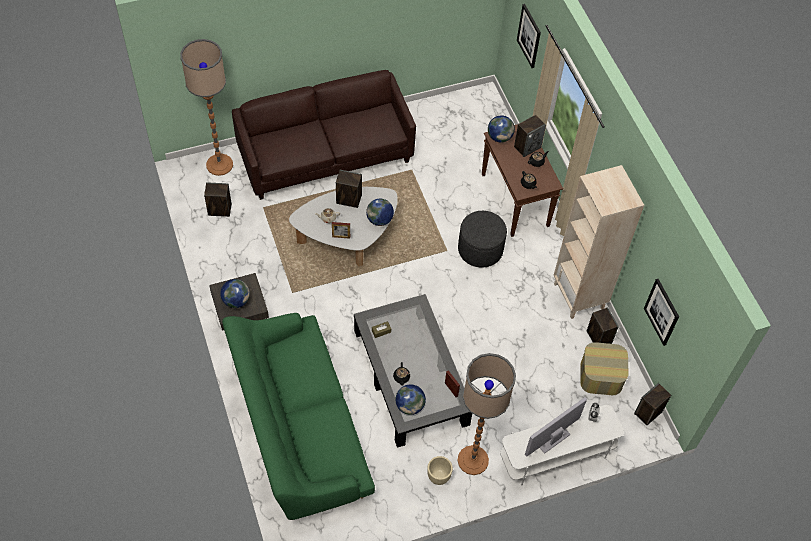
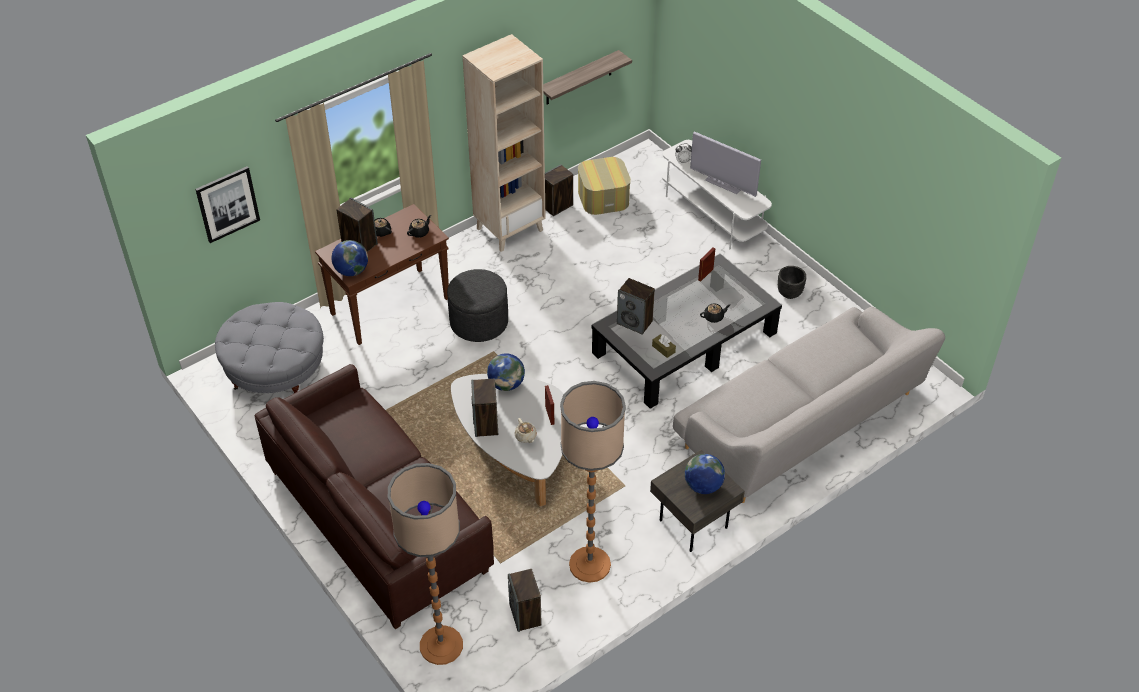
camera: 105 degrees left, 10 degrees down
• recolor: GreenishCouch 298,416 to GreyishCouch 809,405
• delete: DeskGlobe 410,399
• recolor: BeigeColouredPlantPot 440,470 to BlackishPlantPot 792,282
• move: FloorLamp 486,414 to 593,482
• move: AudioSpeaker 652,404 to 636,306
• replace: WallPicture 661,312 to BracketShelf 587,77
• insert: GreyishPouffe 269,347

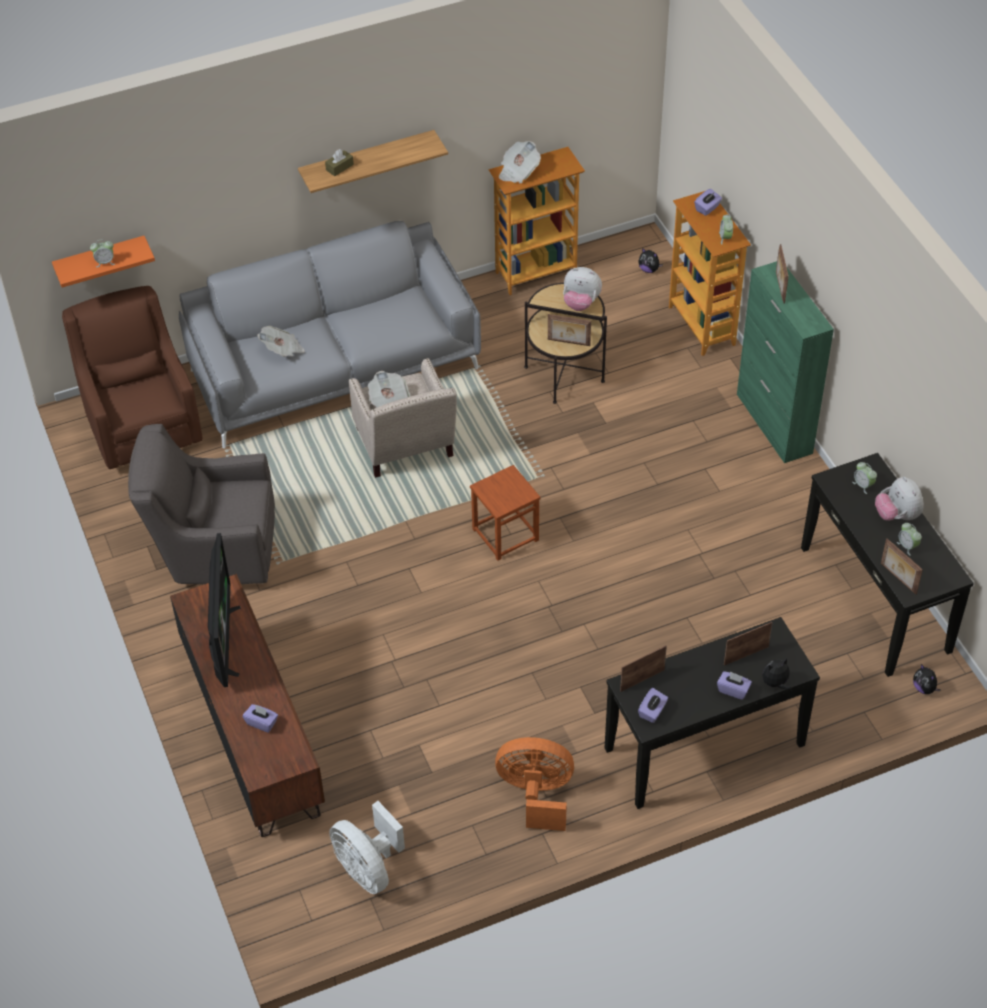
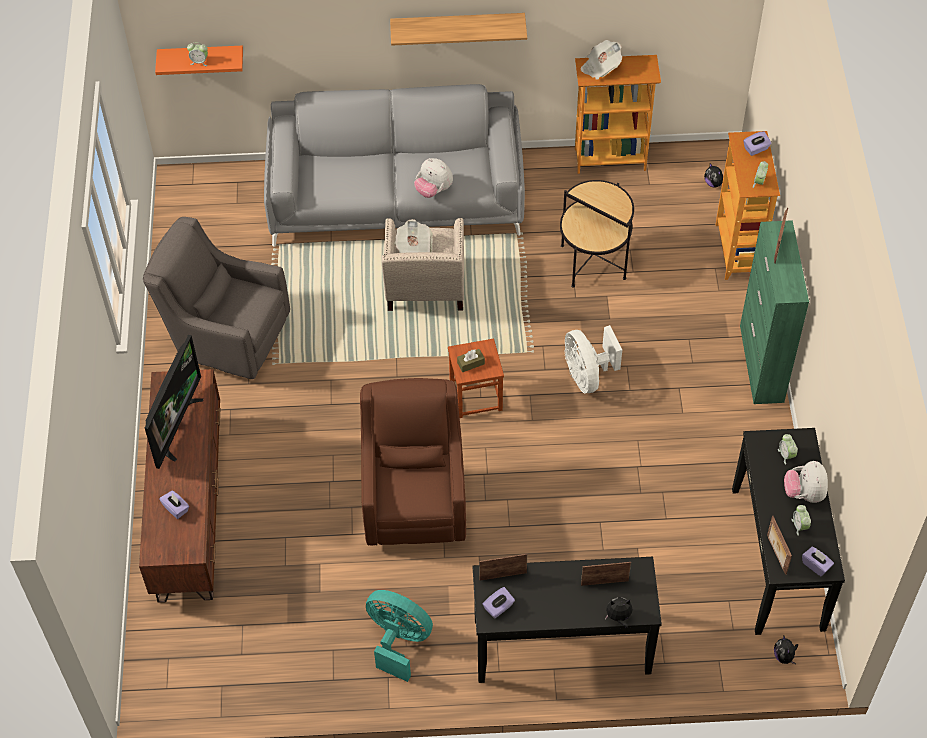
camera: 20 degrees right, 5 degrees up
• move: BrownishArmchair 132,377 to 413,461
• delete: PrintedPaper 281,341
• move: BrownishTissueHolder 339,162 to 471,360
• move: WhitishElectricFan 367,847 to 593,359
• recolor: OrangeElectricFan 534,784 to TurquoiseElectricFan 399,636
• delete: StandingFrame 569,330
• move: CuddlyToy 582,289 to 433,178
• move: PurpleColouredTissueHolder 734,685 to 818,561

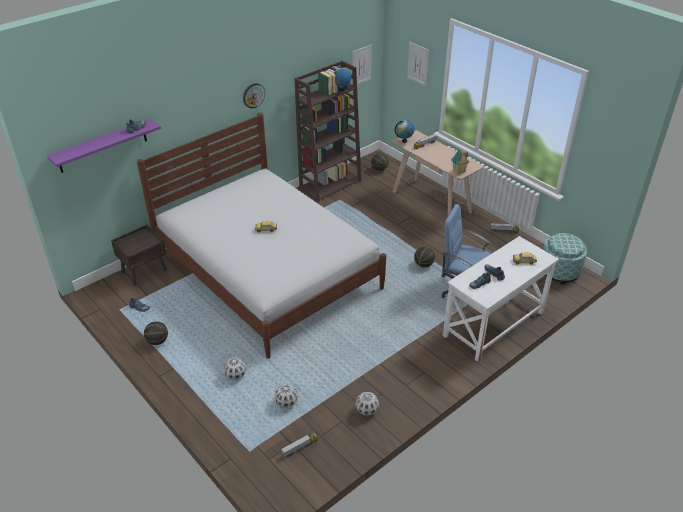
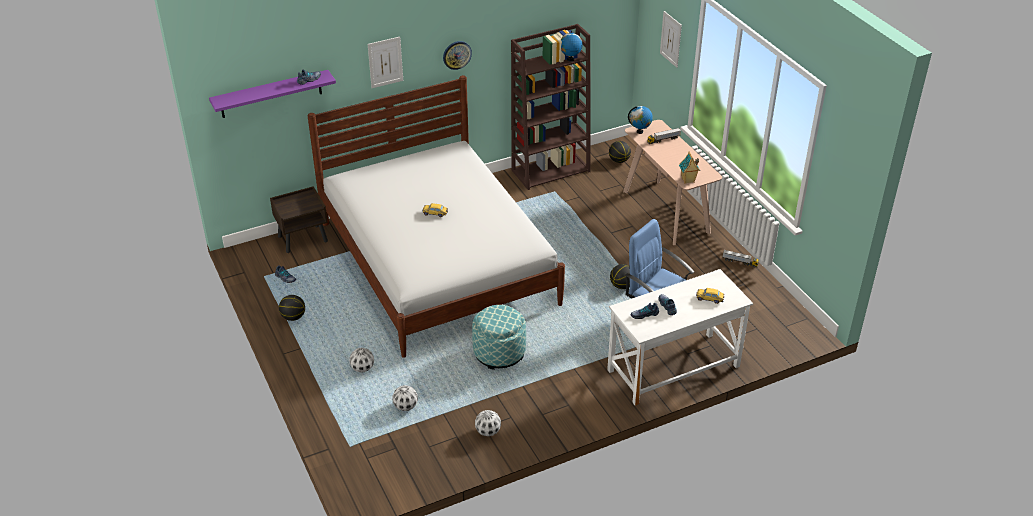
camera: 15 degrees right, 0 degrees up
• delete: ToyLorry 299,445
• move: WallPicture 362,65 to 385,62
• move: Pouffe 565,258 to 499,337

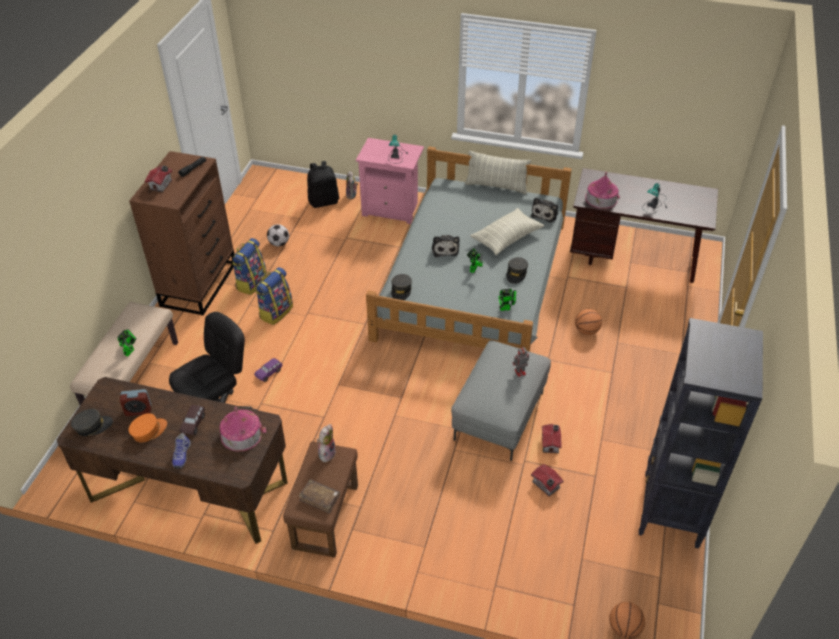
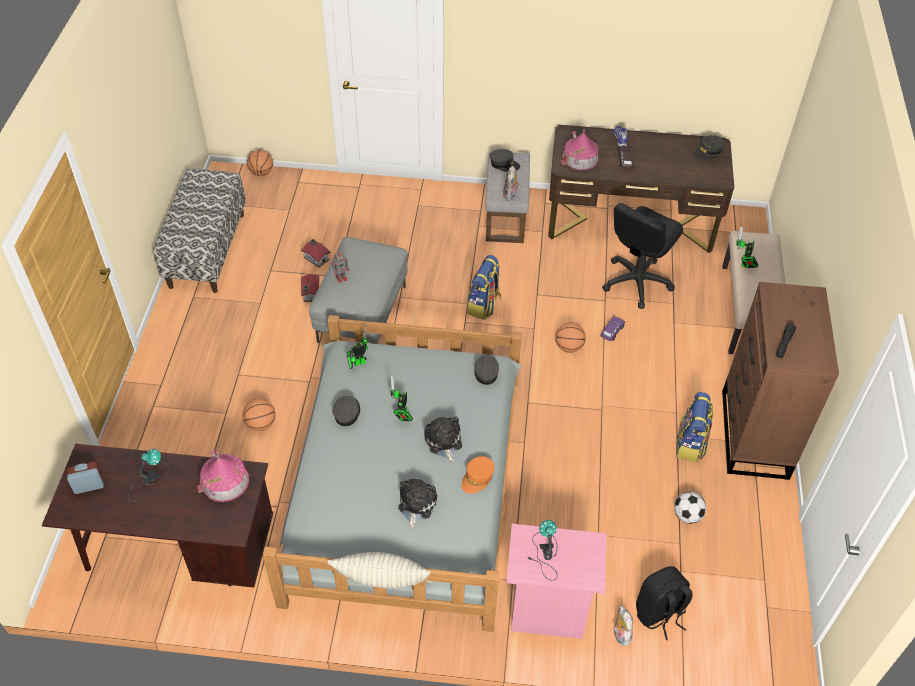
camera: 170 degrees right, 5 degrees up
• move: AlarmClock 135,402 to 85,478
• move: OrangeBaseballCap 147,428 to 478,475
• delete: MiniatureHouse 159,179
• move: Rucksack 274,296 to 484,287
• recolor: BrownishPouffe 320,499 to GreyishPouffe 507,197
• replace: BrownishBook 319,496 to GreyishBaseballCap 505,160
• delete: ThrowPillow 507,231
• move: CuddlyToy 544,209 to 417,503
• replace: BlackishBookcase 700,433 to LongSeat 199,231
• insert: BallForBasketball 570,337

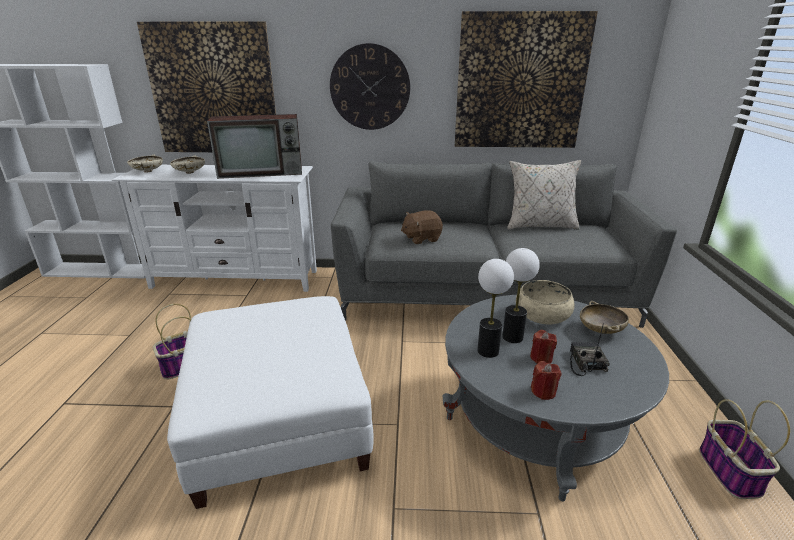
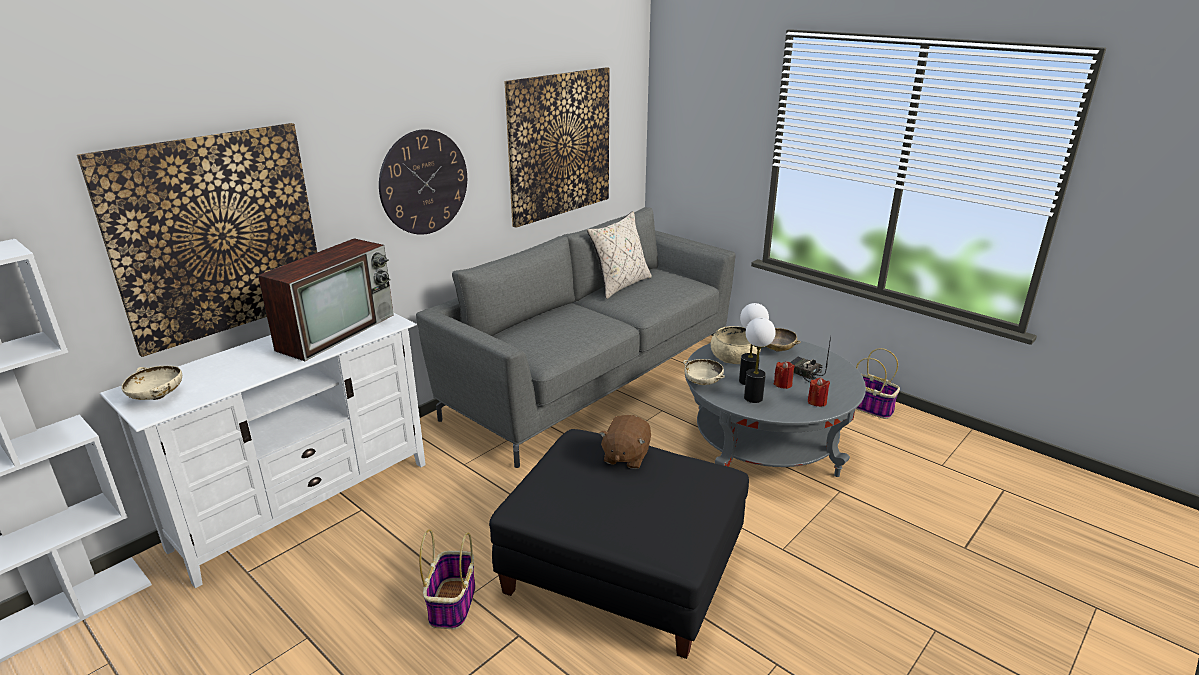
camera: 50 degrees left, 0 degrees up
• recolor: WhitishPouffe 270,402 to BlackishPouffe 619,544
• move: BeigeColouredBowl 187,165 to 704,372
• move: BrownishCuddlyToy 422,227 to 625,442

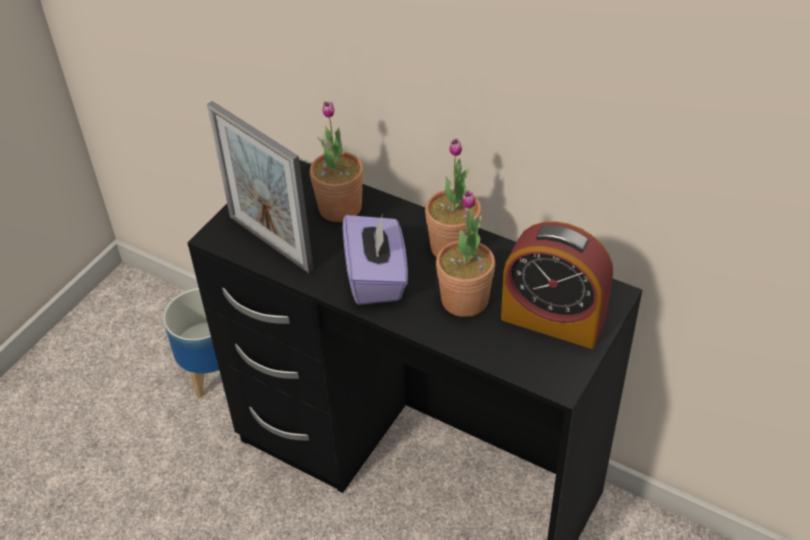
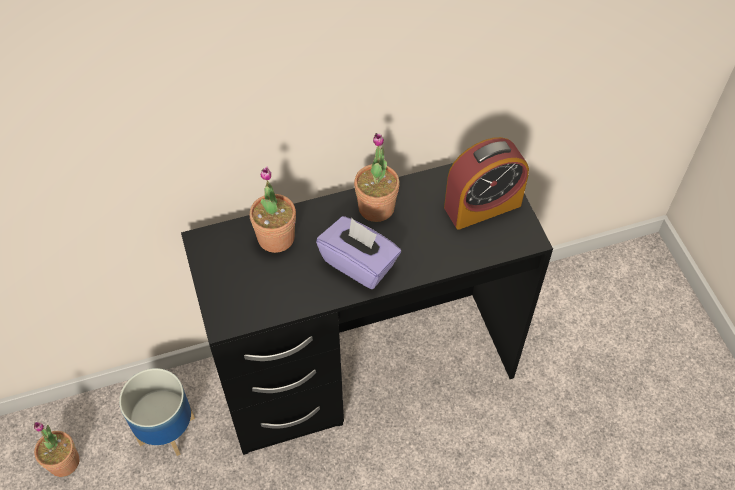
camera: 50 degrees left, 10 degrees up
• delete: StandingFrame 260,187
• move: PlantInAPot 465,253 to 56,449

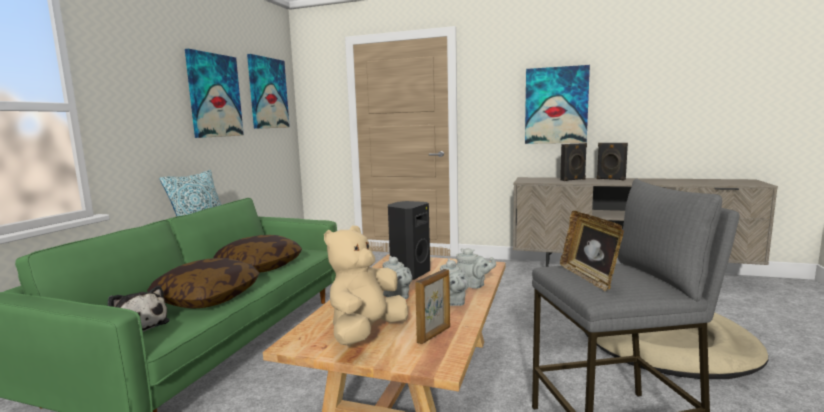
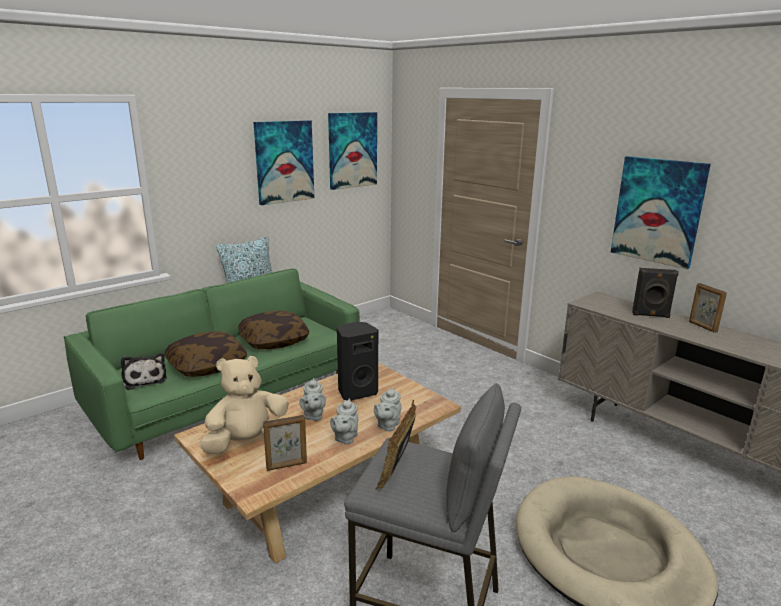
camera: 30 degrees right, 10 degrees up
• rotate: GreyishTeapot 476,268 = 387,410 60 degrees clockwise
• replace: BlackishAudioSpeaker 612,162 to StandingFrame 708,308

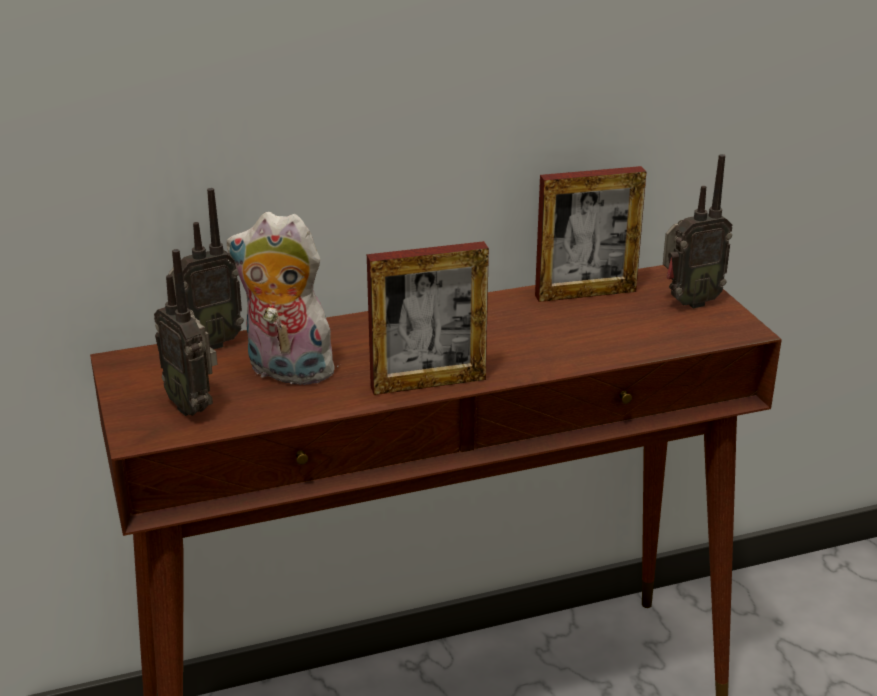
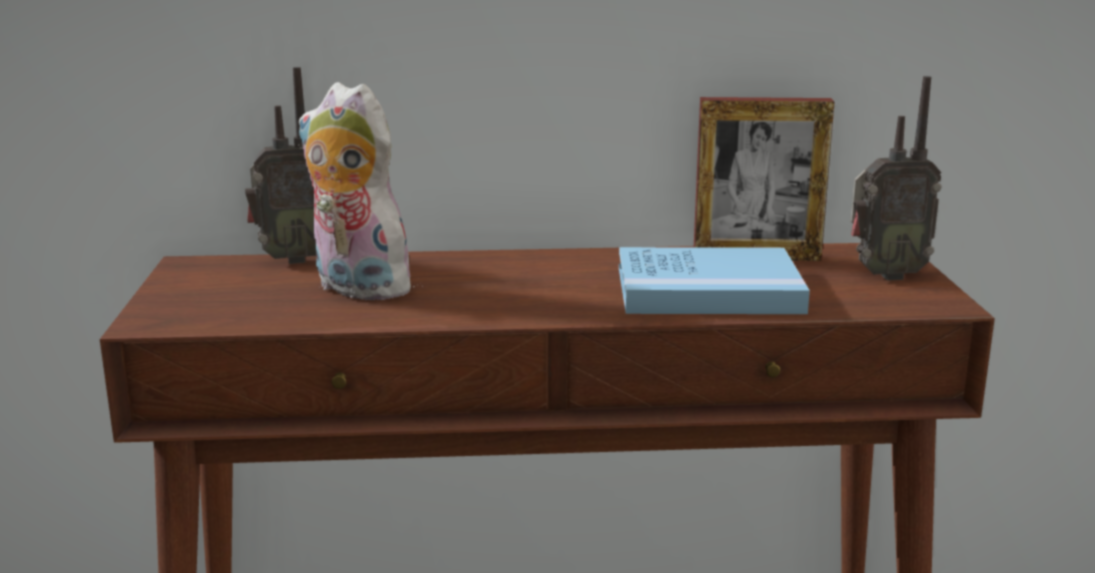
camera: 15 degrees right, 10 degrees down
• delete: RadioReceiver 186,332
• delete: StandingFrame 428,318
• insert: BlueBook 714,280

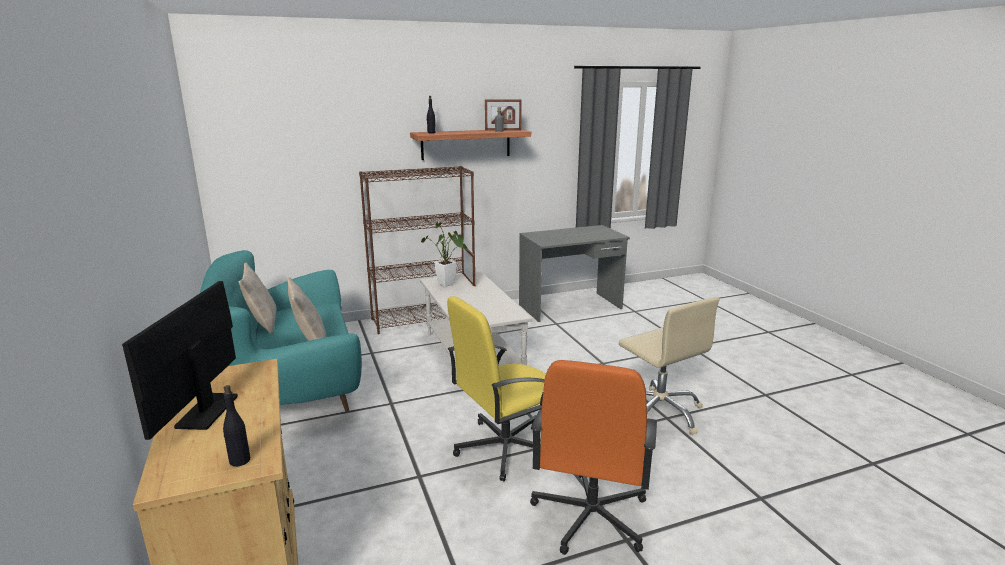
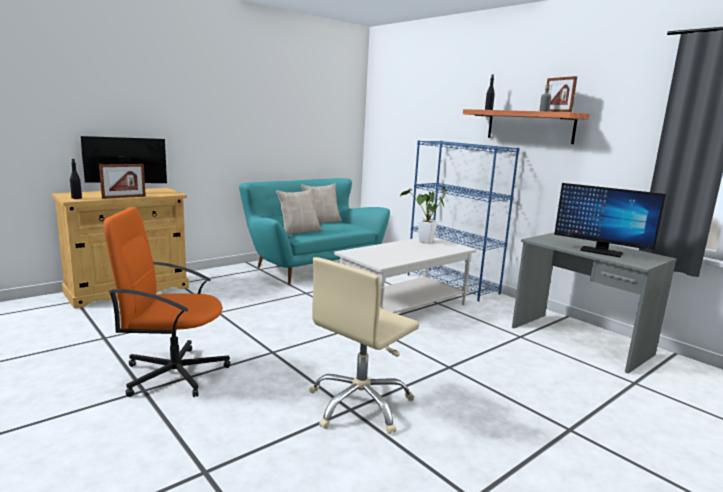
camera: 70 degrees right, 5 degrees down
• recolor: BrownishBookcase 417,250 to BlueBookcase 463,220
• delete: YellowOfficeChair 496,388
• move: StandingFrame 469,267 to 122,181
• insert: Monitor 610,220

